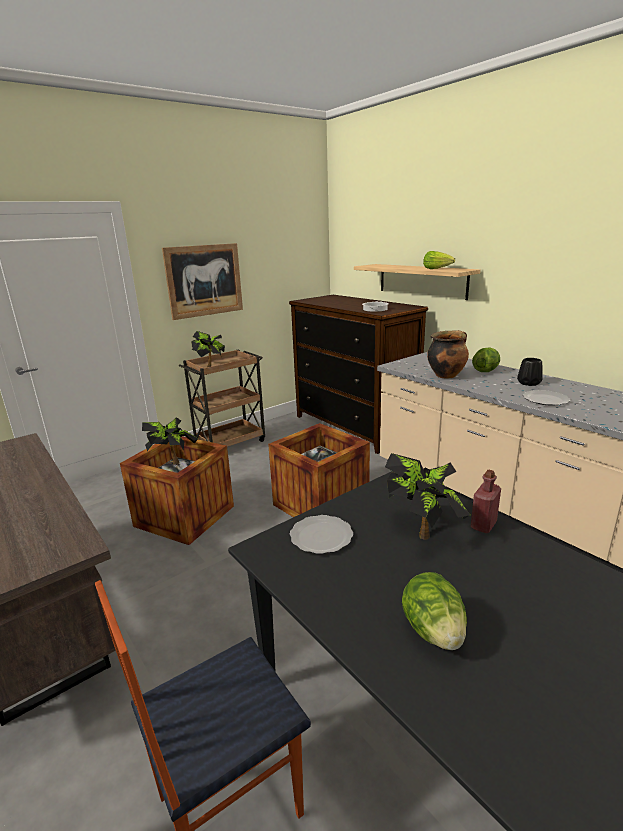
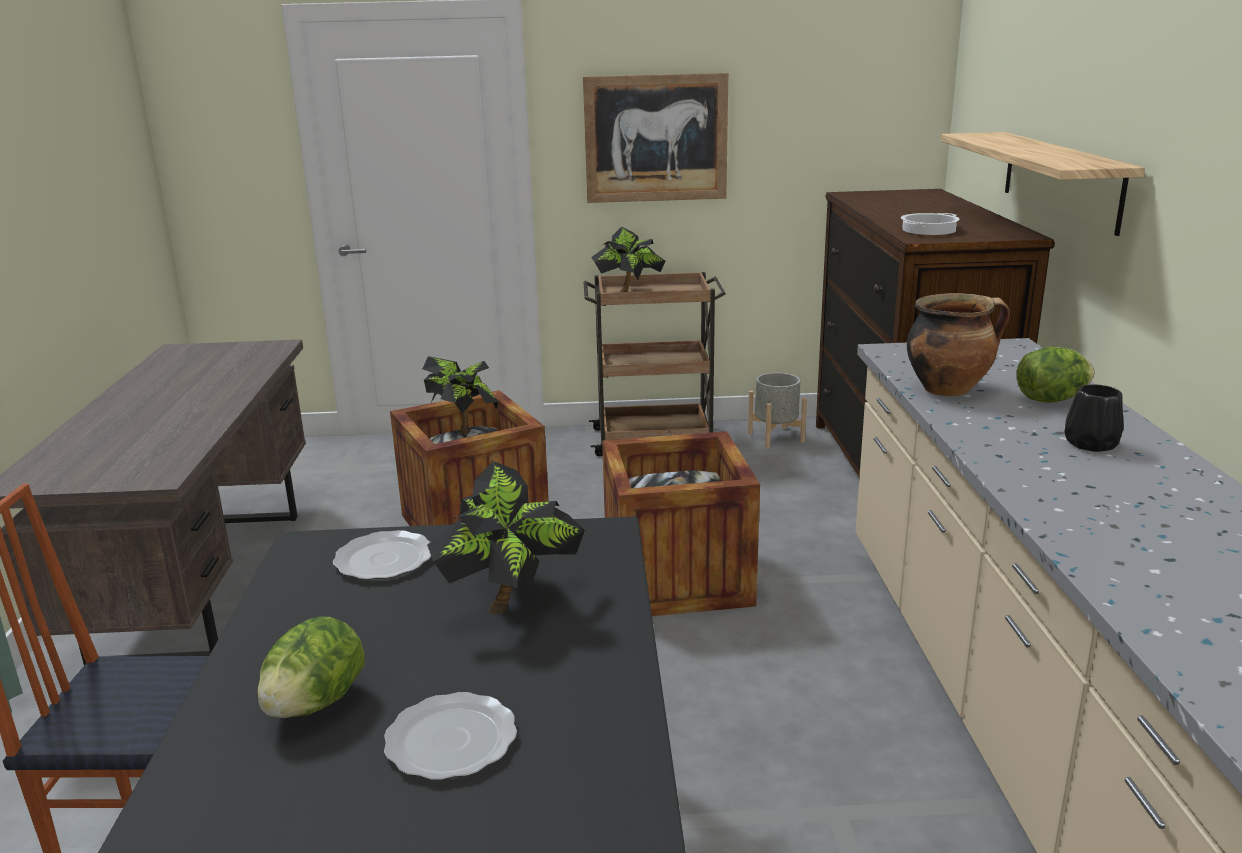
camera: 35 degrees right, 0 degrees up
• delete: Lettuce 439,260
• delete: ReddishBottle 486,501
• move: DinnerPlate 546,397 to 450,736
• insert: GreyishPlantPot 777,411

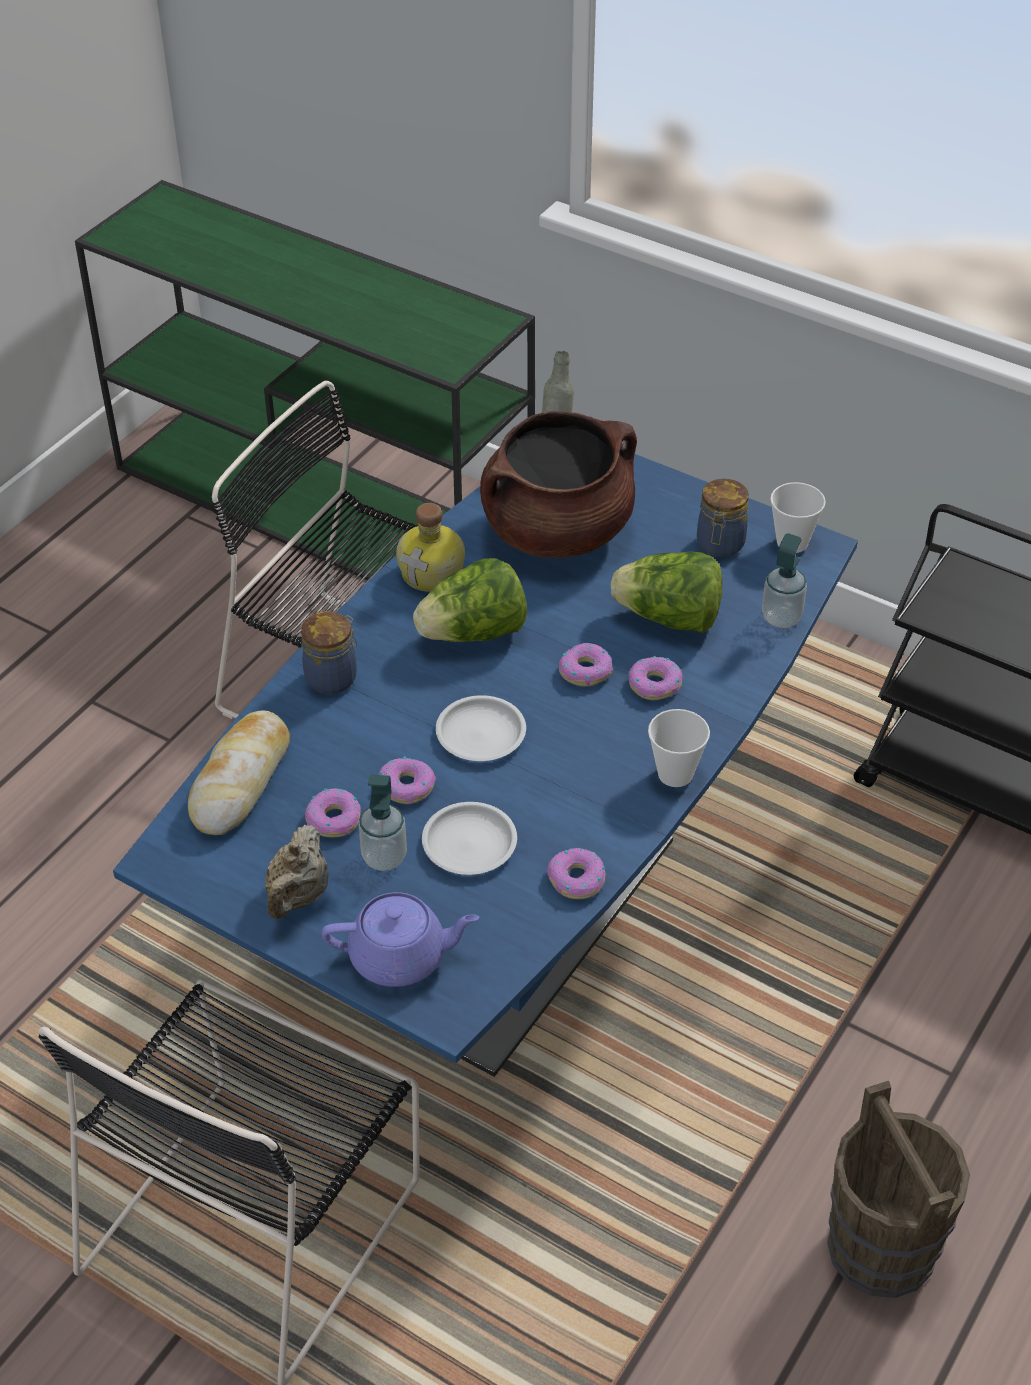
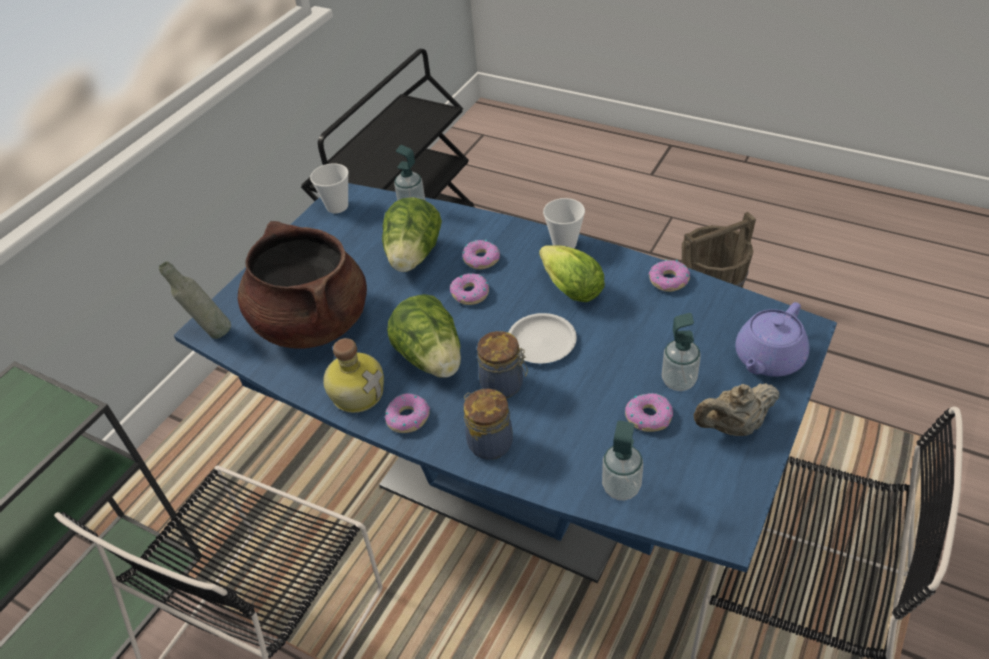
camera: 90 degrees left, 0 degrees up
• replace: BakedBread 239,772 to LiquidSoapBottle 622,460
• rotate: BeigeColouredTeapot 296,872 = 736,409 150 degrees clockwise
• rotate: PurpleColouredTeapot 401,939 = 772,339 135 degrees counterclockwise
• move: RingDoughnut 407,780 to 407,413
• delete: WhitishDinnerPlate 469,838
• move: PreserveJar 723,518 to 502,364
• insert: Lettuce 572,273

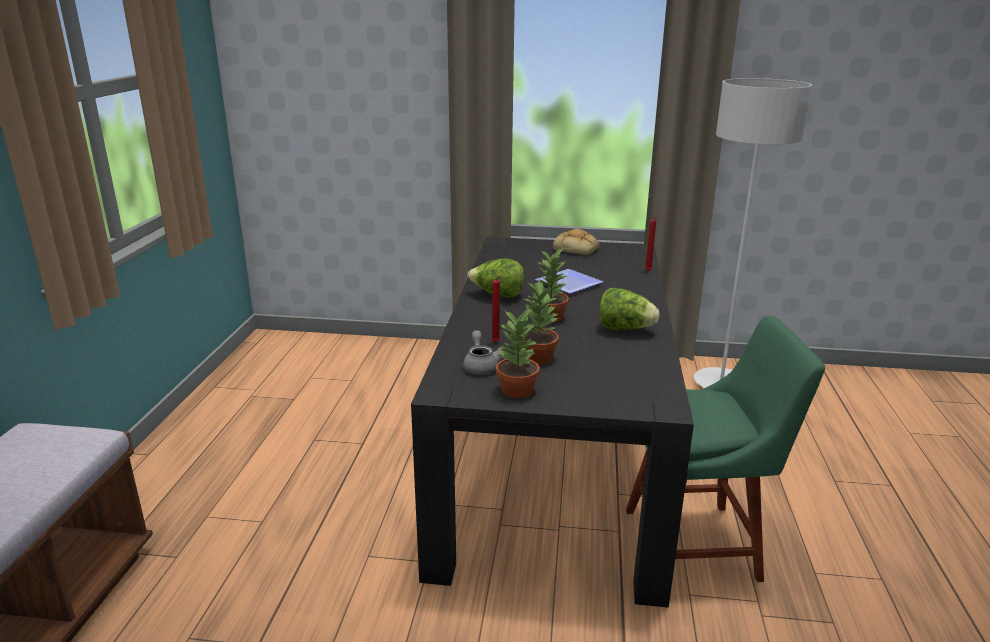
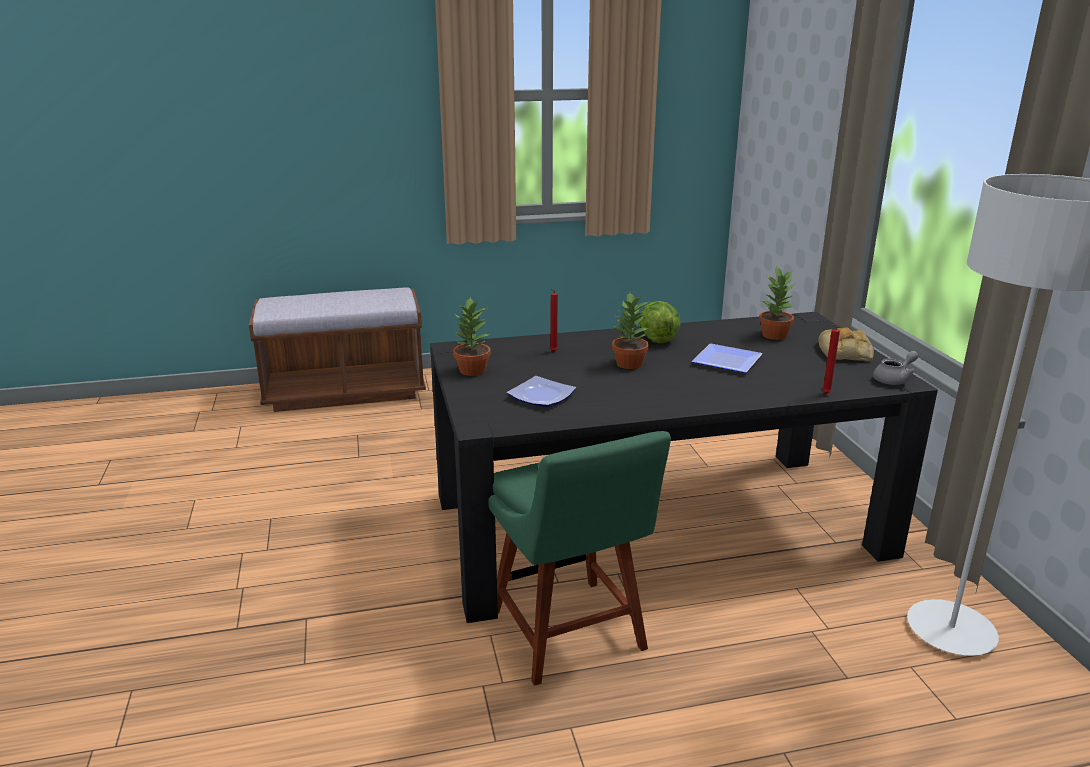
camera: 70 degrees right, 0 degrees up
• move: GreyishTeapot 483,352 to 895,368
• move: PlantInAPot 541,322 to 777,303
• delete: Lettuce 629,309
• insert: DinnerPlate 541,391

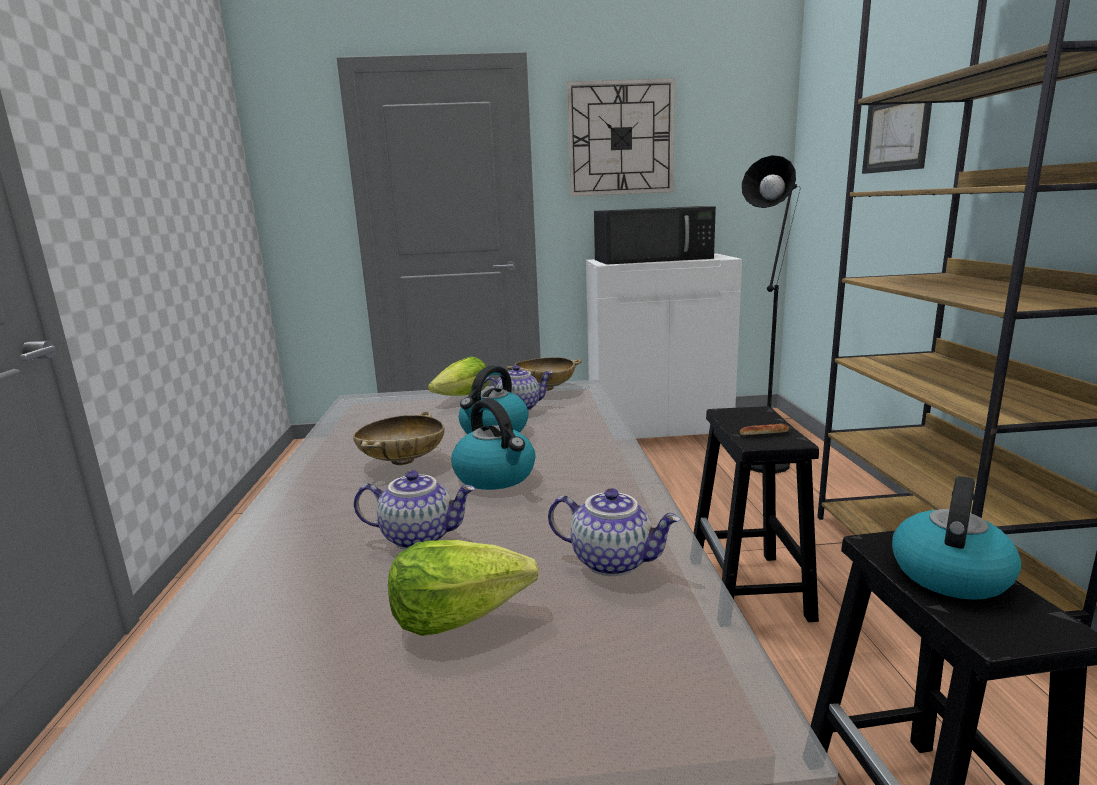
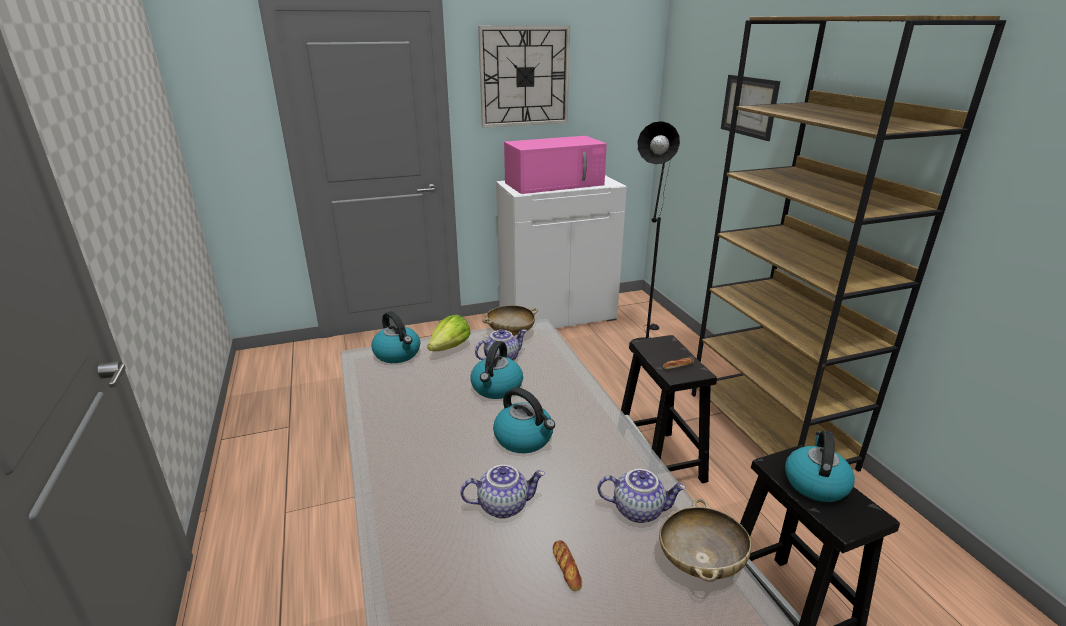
camera: 15 degrees left, 10 degrees up
• move: BeigeColouredBowl 399,438 to 705,540
• replace: Lettuce 463,588 to BakedBread 567,565
• recolor: BlackishMicrowaveOven 655,235 to PinkMicrowaveOven 555,165
• insert: WaterKettle 395,337

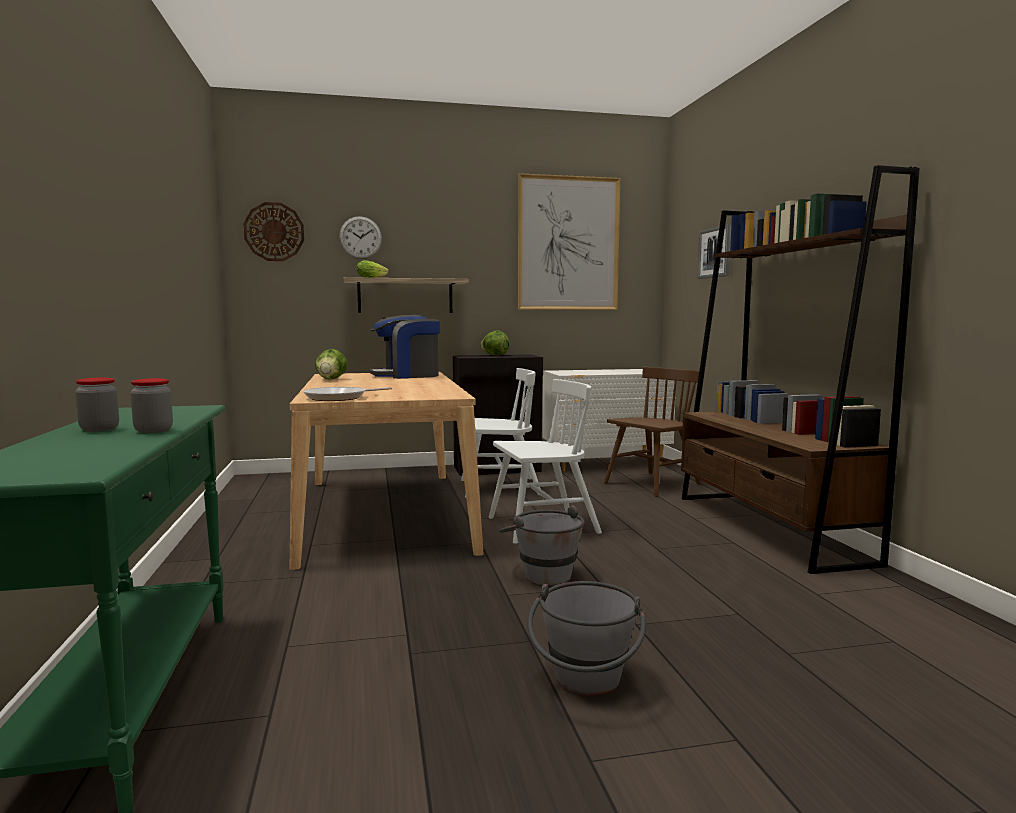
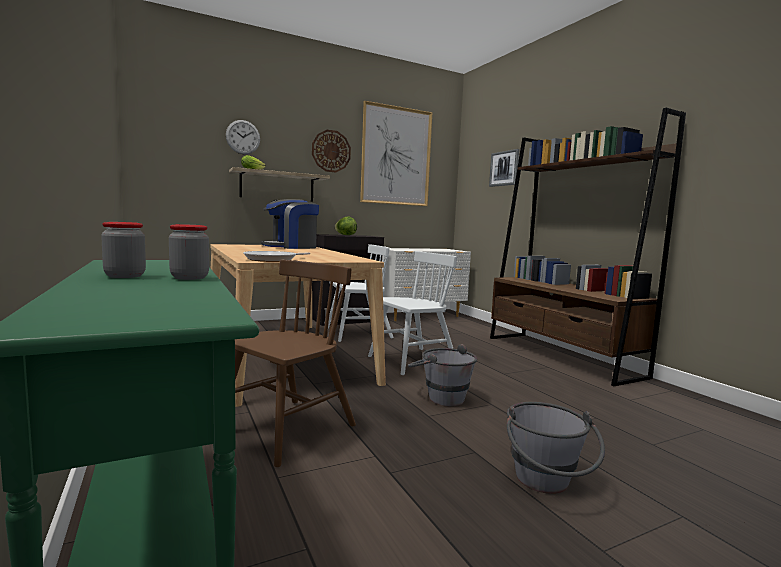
camera: 15 degrees left, 0 degrees up
• move: ClockOnTheWall 273,231 to 331,151
• delete: Lettuce 331,364
• move: BrownishChair 652,432 to 295,363

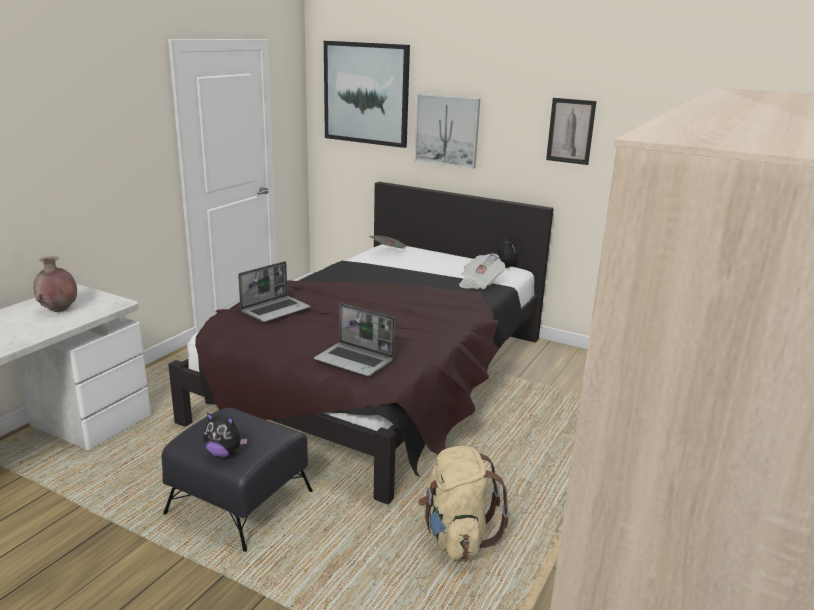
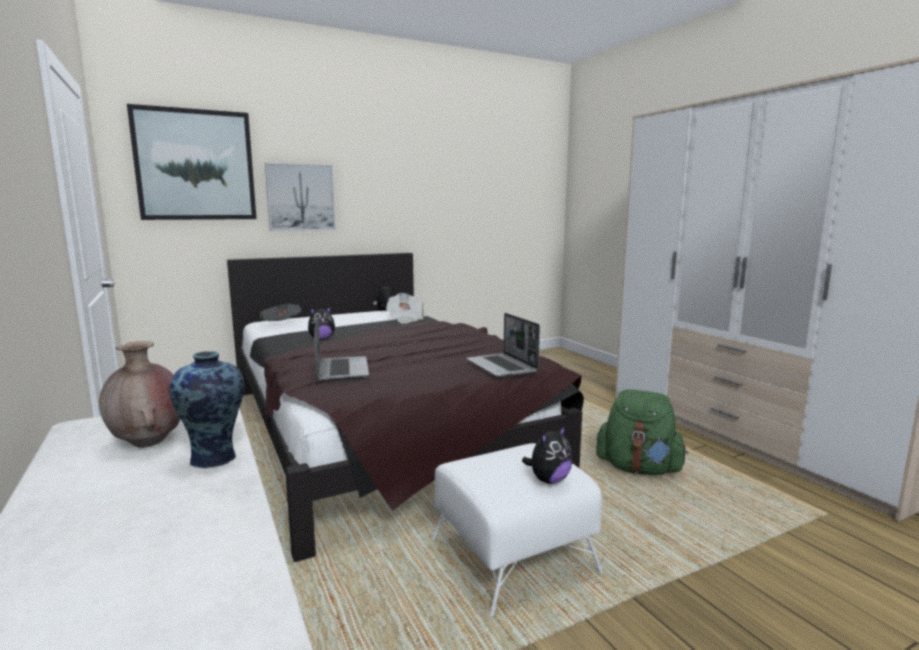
camera: 55 degrees left, 10 degrees down
• recolor: BlackishPouffe 237,480 to WhitishPouffe 517,529
• rotate: Laptop 354,339 = 503,345 90 degrees clockwise
• recolor: BeigeColouredRucksack 464,503 to GreenishRucksack 642,432
• delete: WallPicture 571,131
• insert: FlowerVase 207,409
• insert: CuddlyToy 321,323

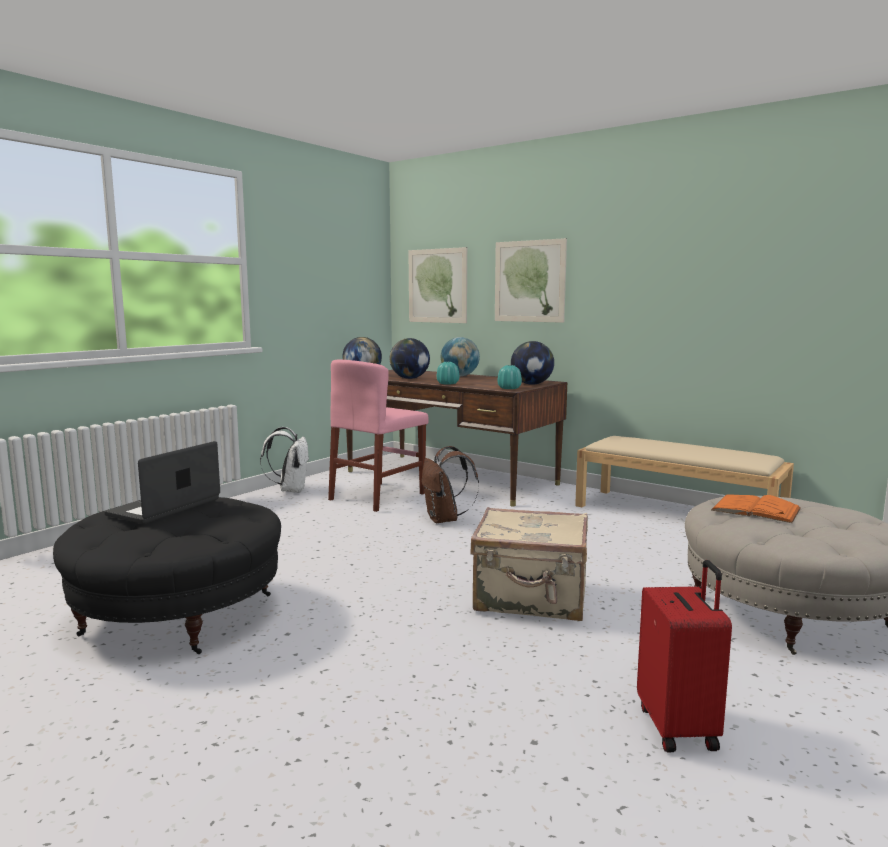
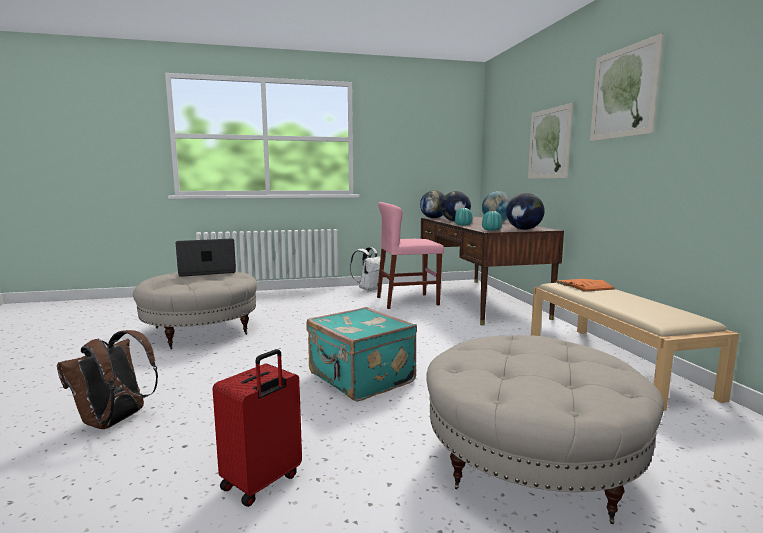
camera: 40 degrees right, 0 degrees up
• recolor: BlackishPouffe 167,575 to BeigeColouredPouffe 195,310
• move: WallPicture 438,285 to 627,87
• move: BrownishRucksack 450,484 to 107,379
• recolor: BeigeColouredPieceOfLuggage 529,564 to TurquoisePieceOfLuggage 361,354
• move: OrangeBook 756,508 to 585,285

